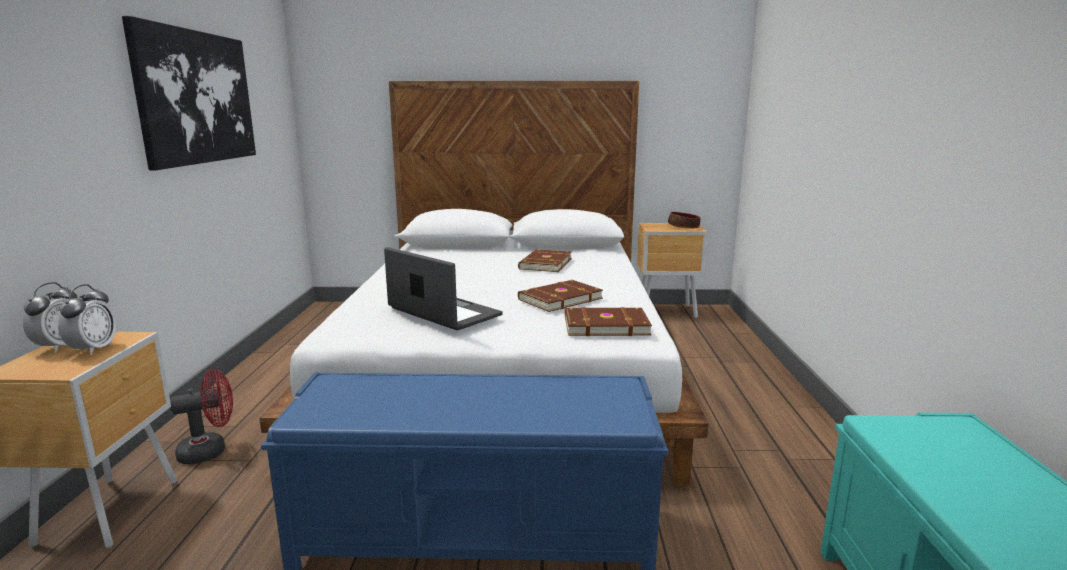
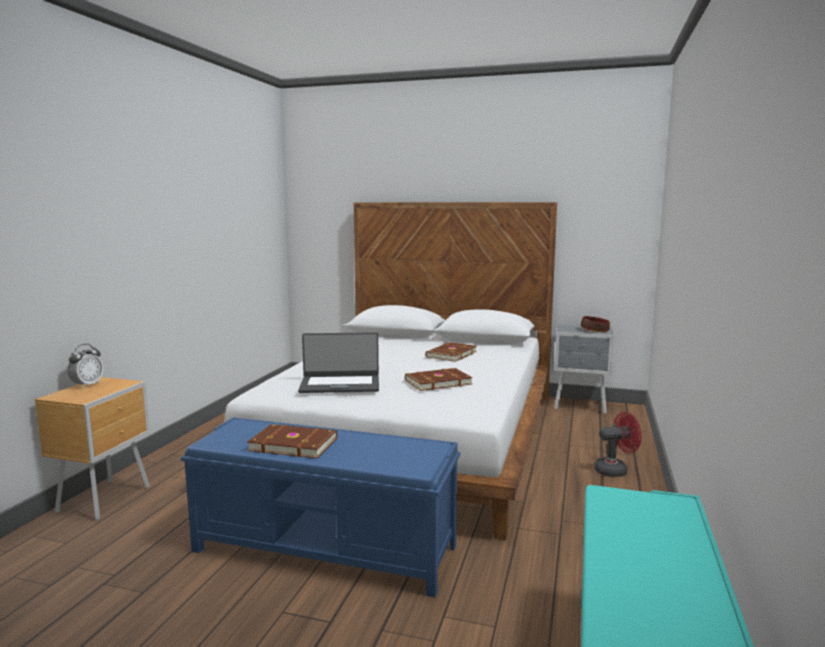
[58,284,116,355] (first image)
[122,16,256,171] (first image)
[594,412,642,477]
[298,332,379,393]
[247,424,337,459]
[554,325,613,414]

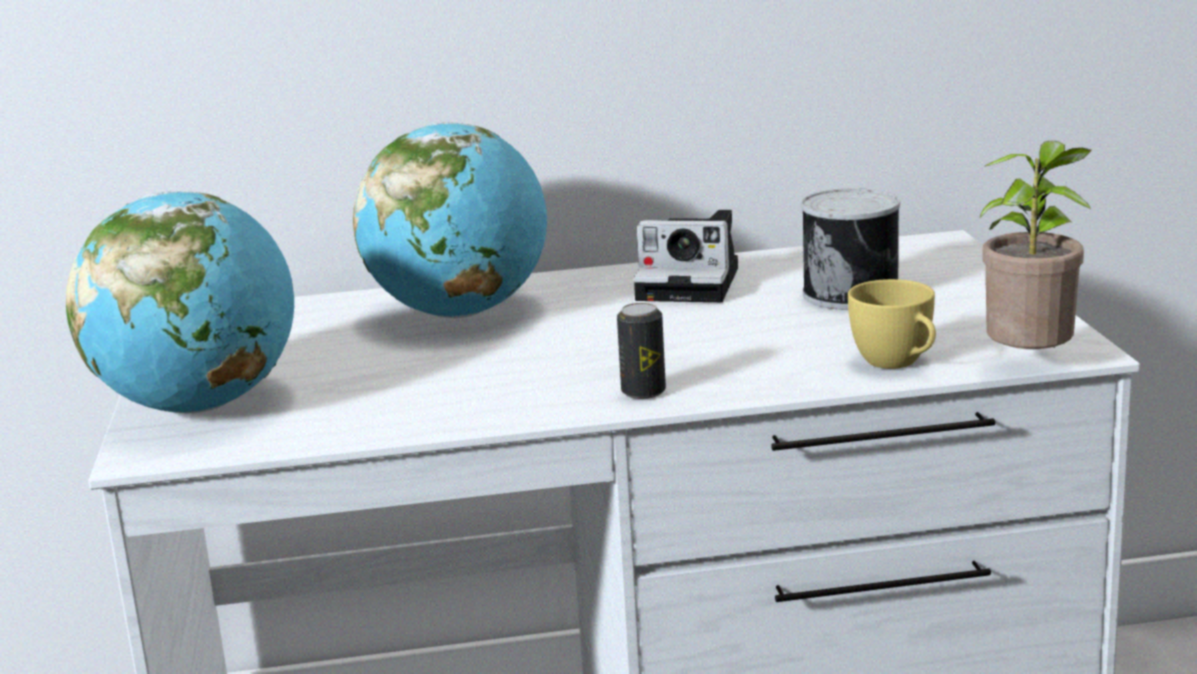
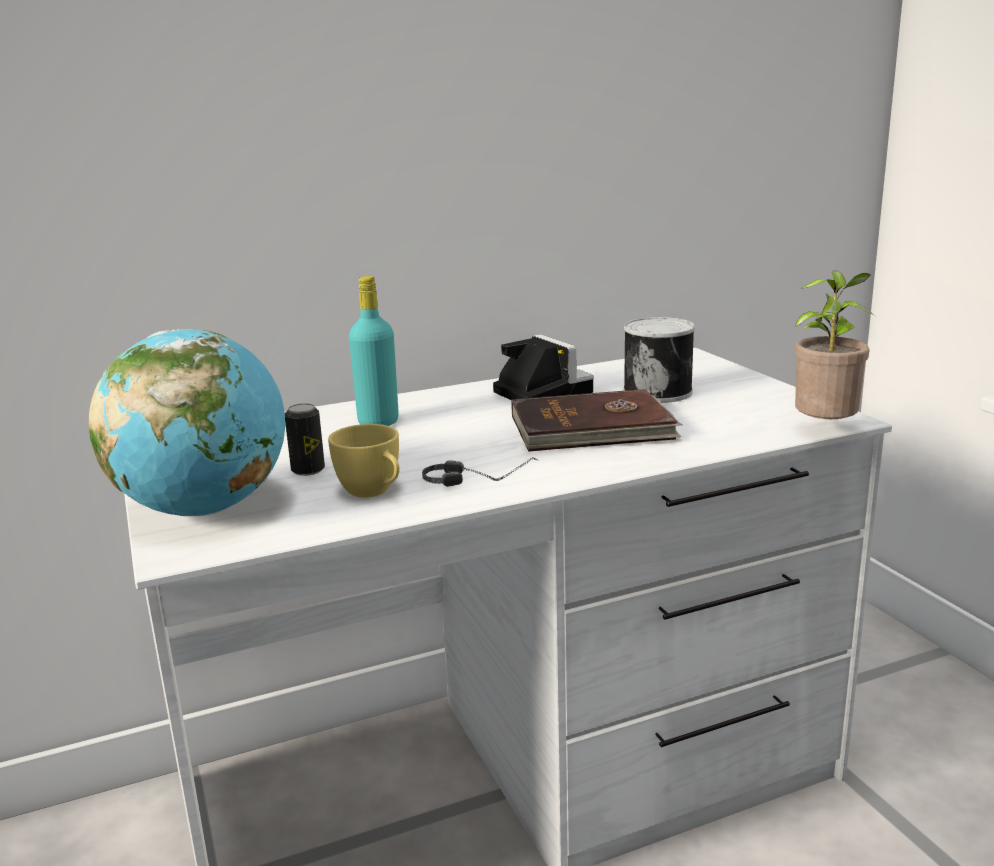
[349,276,399,426]
[285,403,325,476]
[493,334,594,400]
[328,424,400,497]
[422,457,537,487]
[511,389,682,452]

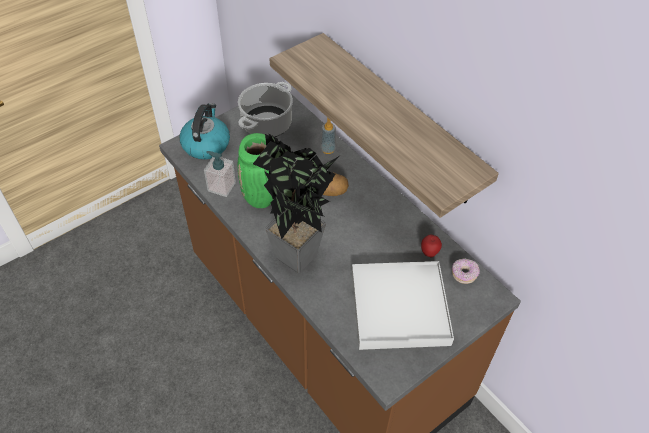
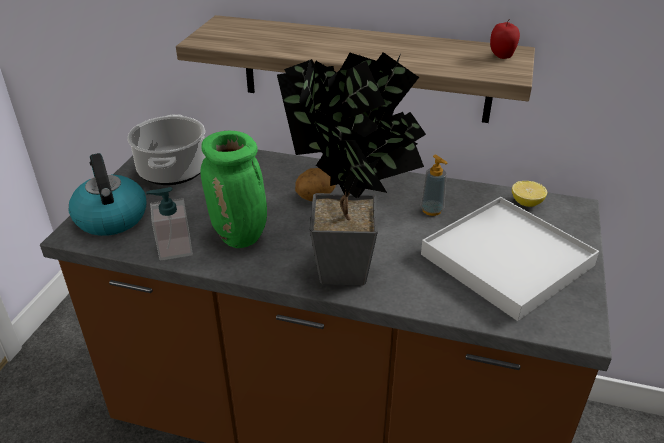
[421,155,447,216]
[490,19,520,59]
[512,181,547,207]

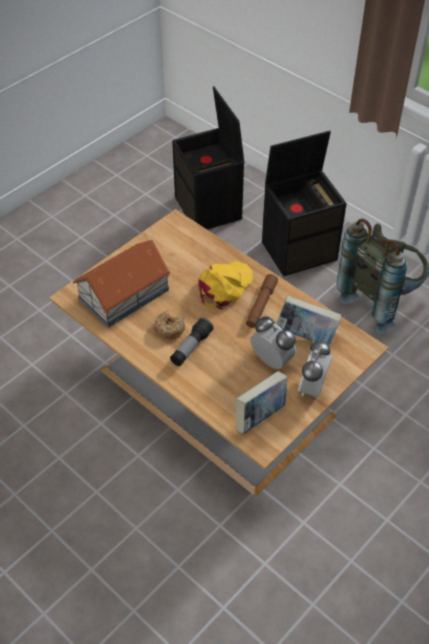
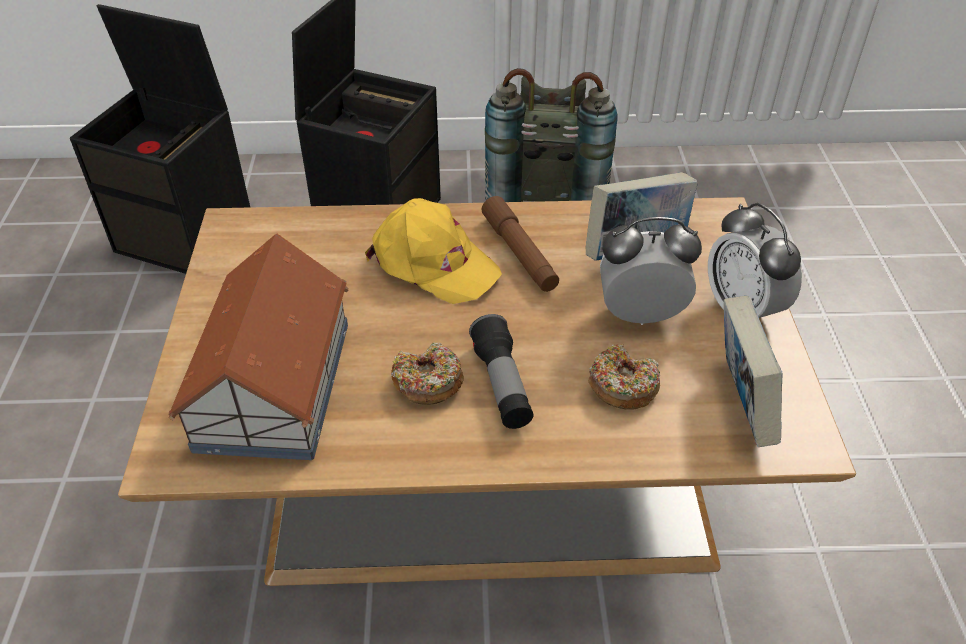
[365,198,502,304]
[588,344,660,410]

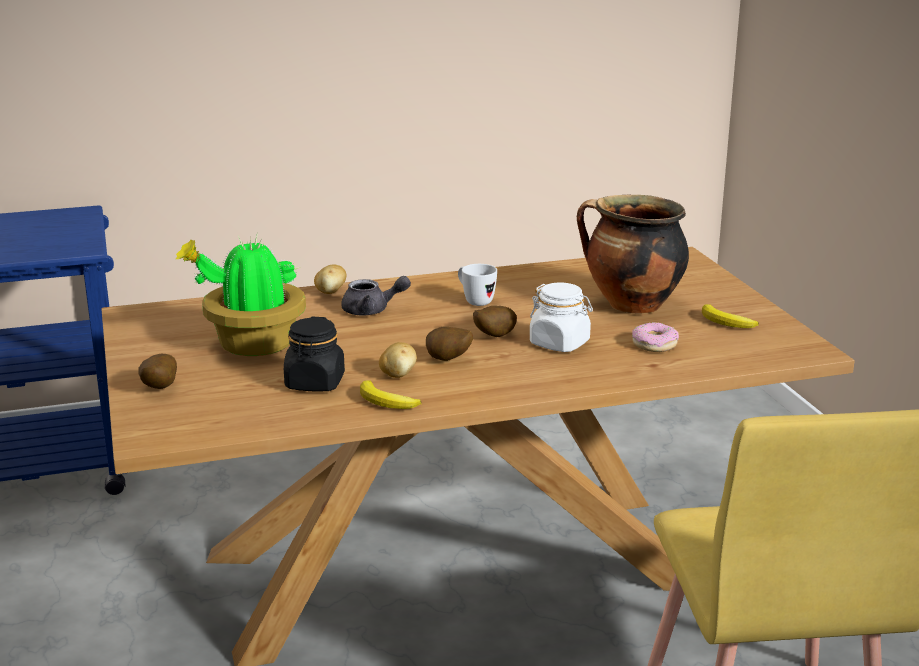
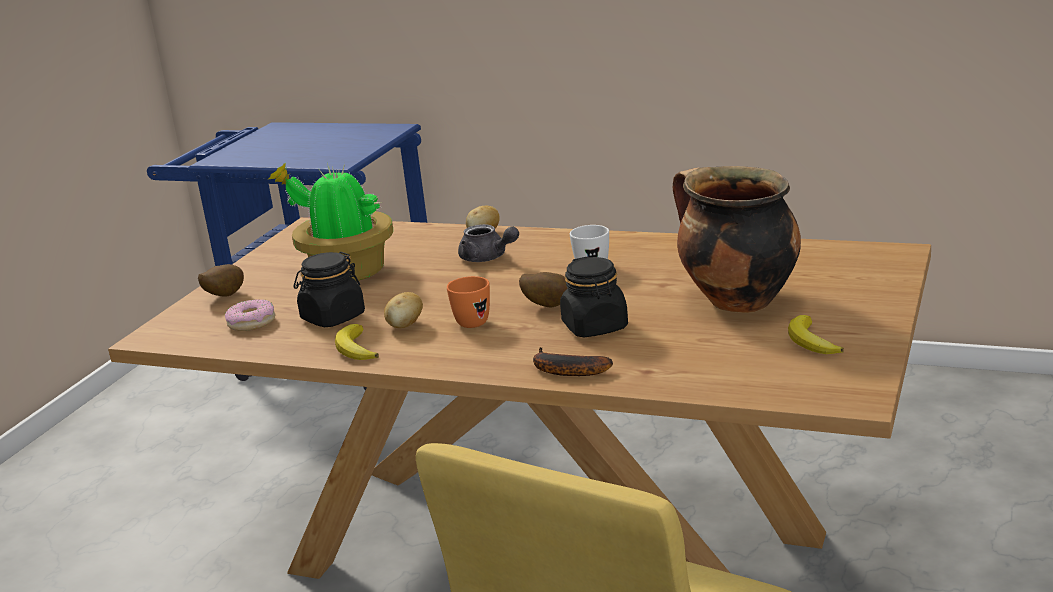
[447,276,490,328]
[560,256,628,337]
[225,299,275,331]
[533,347,613,376]

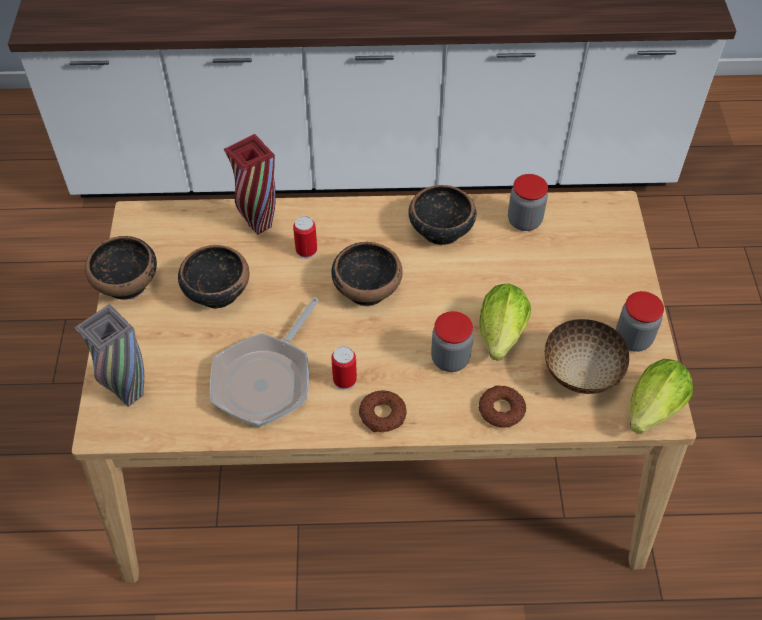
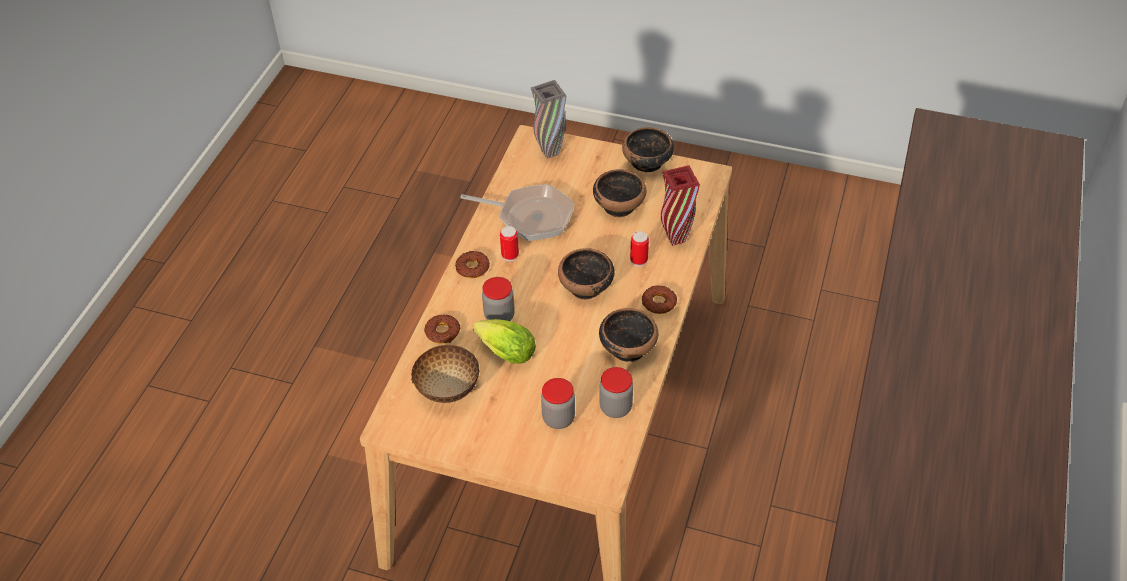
[460,184,575,241]
[541,378,575,429]
[630,359,693,434] (first image)
[642,286,677,314]

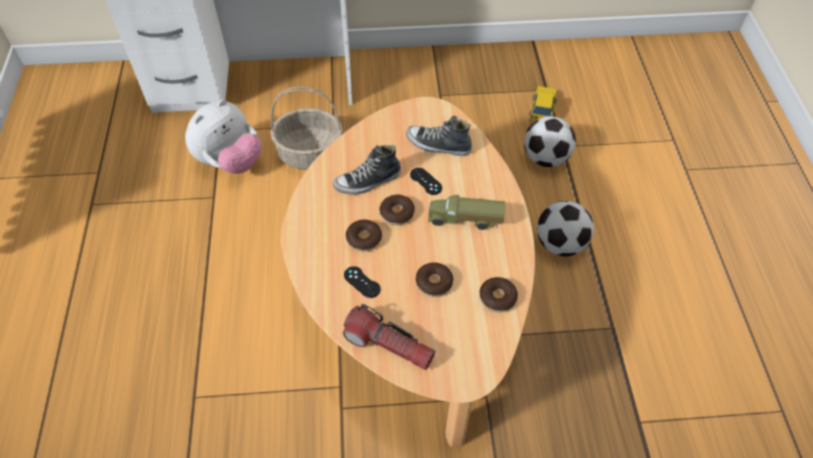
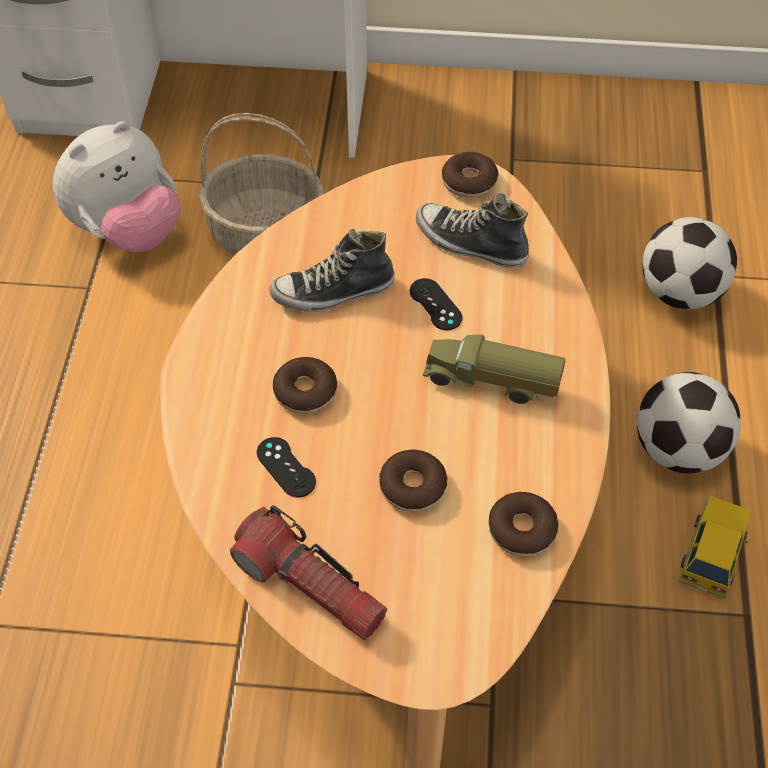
[442,152,499,198]
[678,496,751,599]

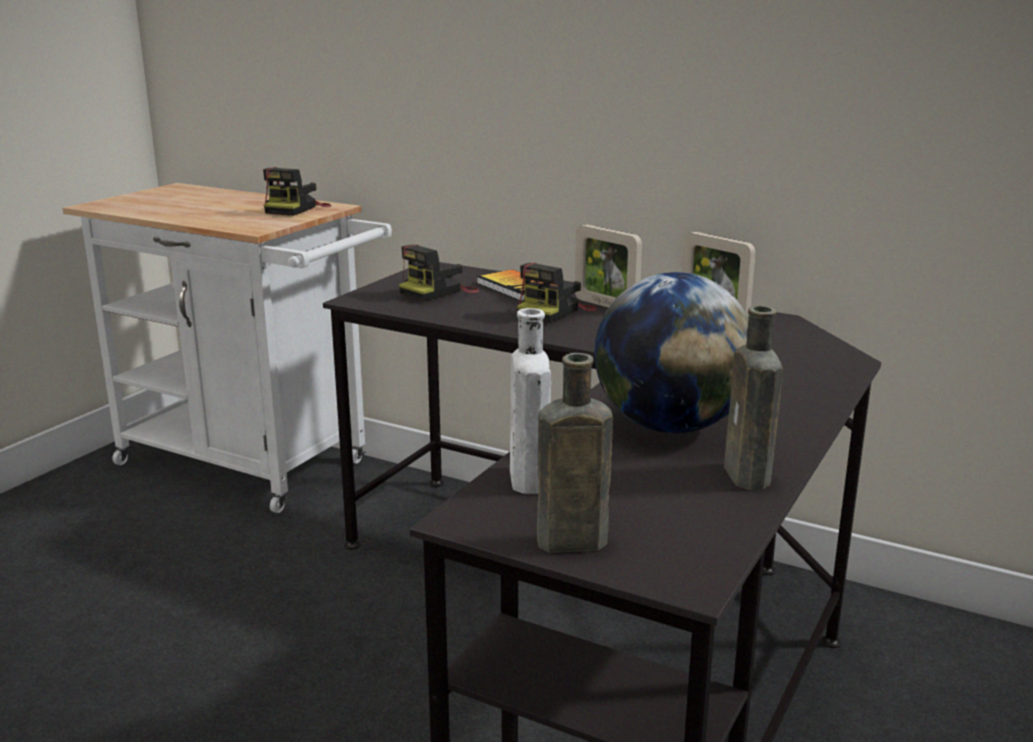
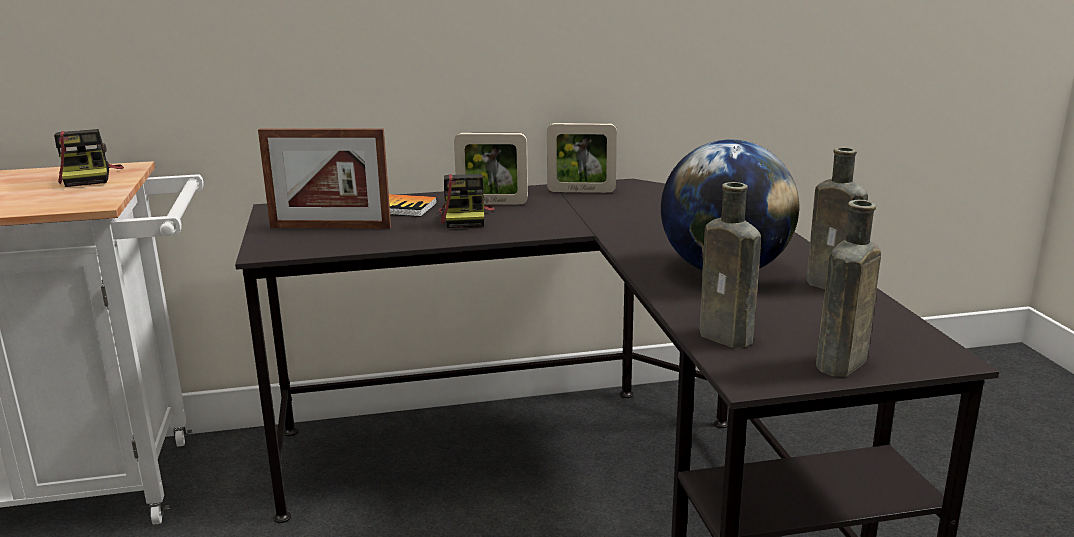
[258,128,391,229]
[699,182,761,348]

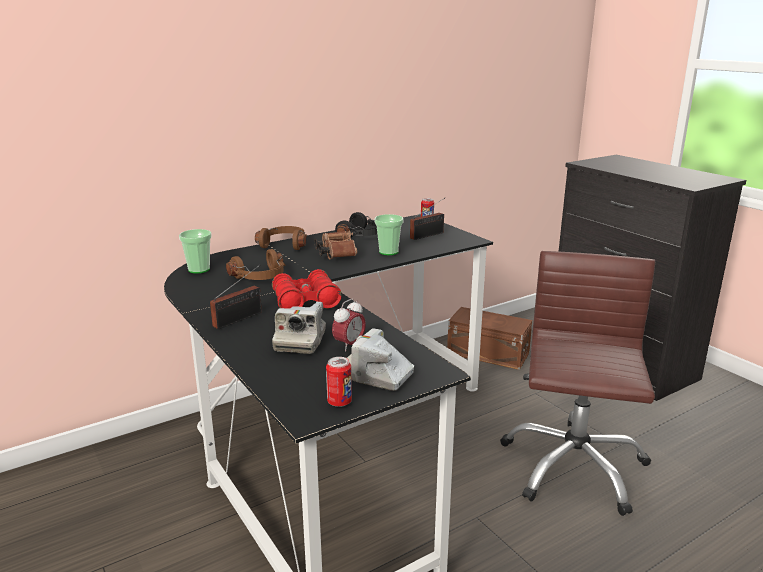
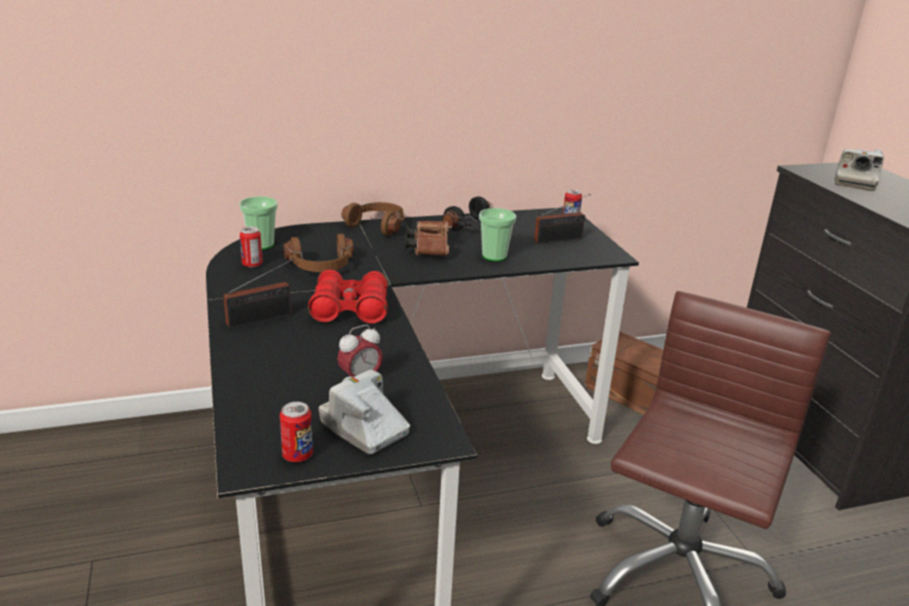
[834,149,884,191]
[240,227,263,268]

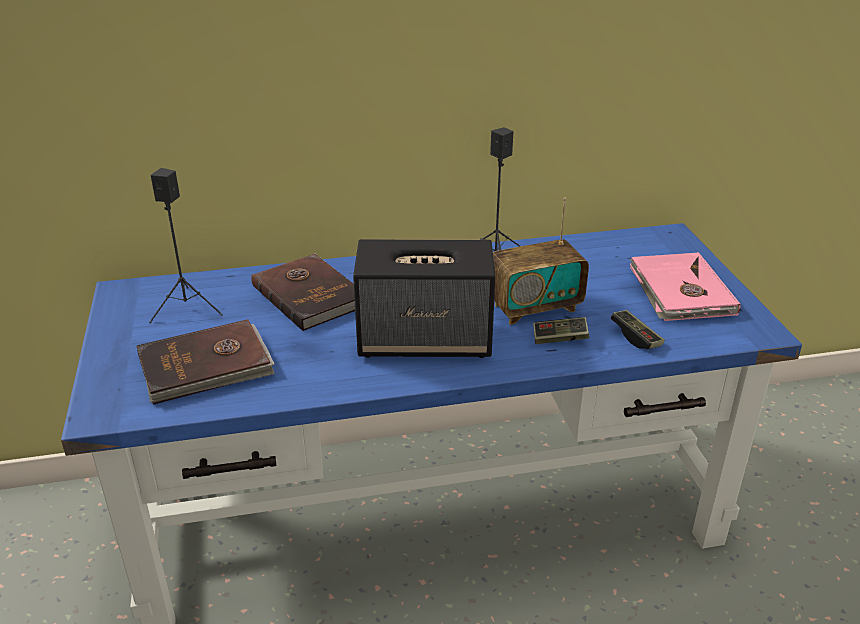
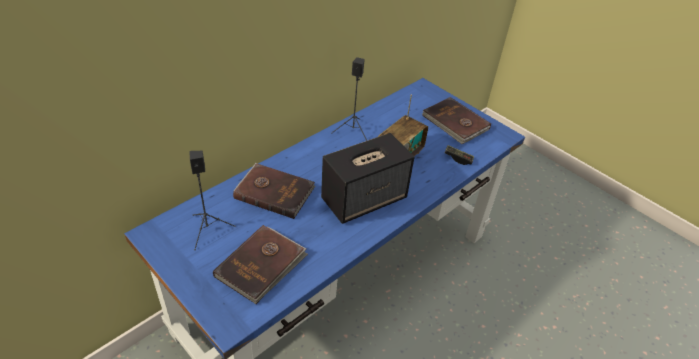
[533,317,589,344] (first image)
[422,97,491,144]

